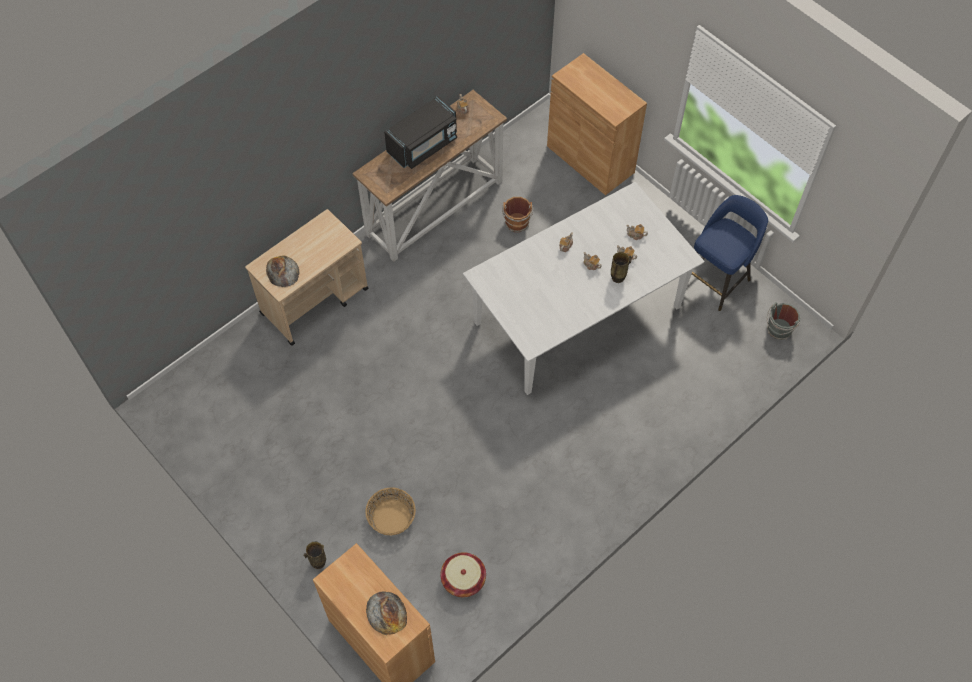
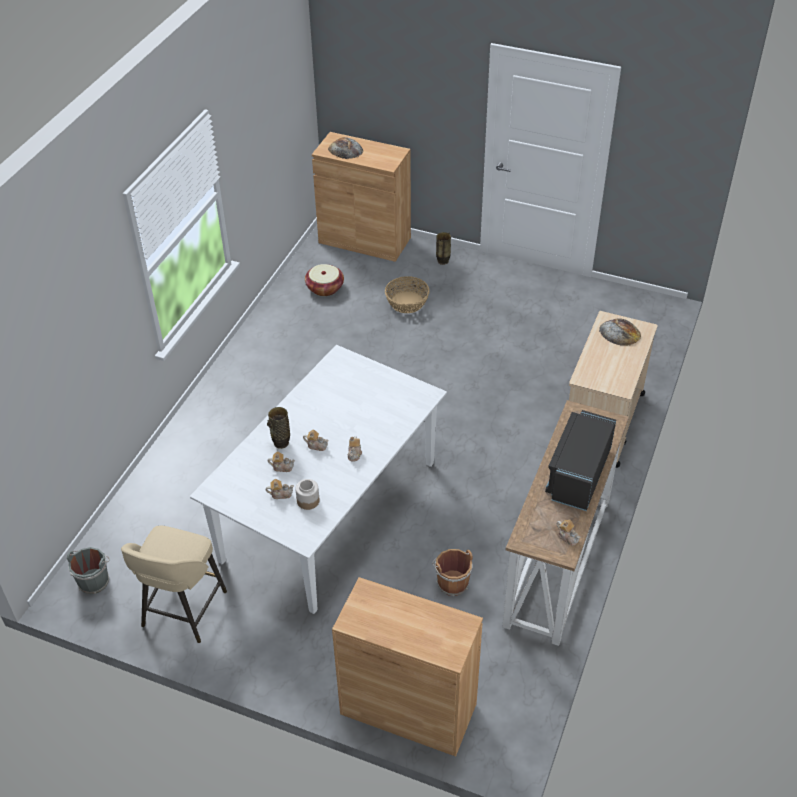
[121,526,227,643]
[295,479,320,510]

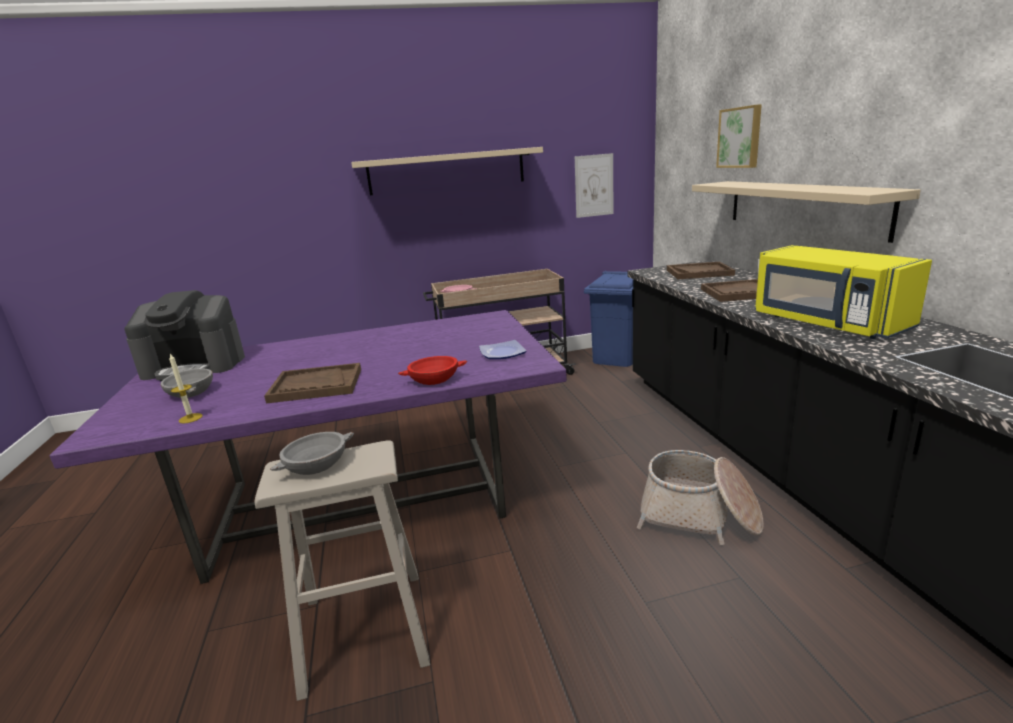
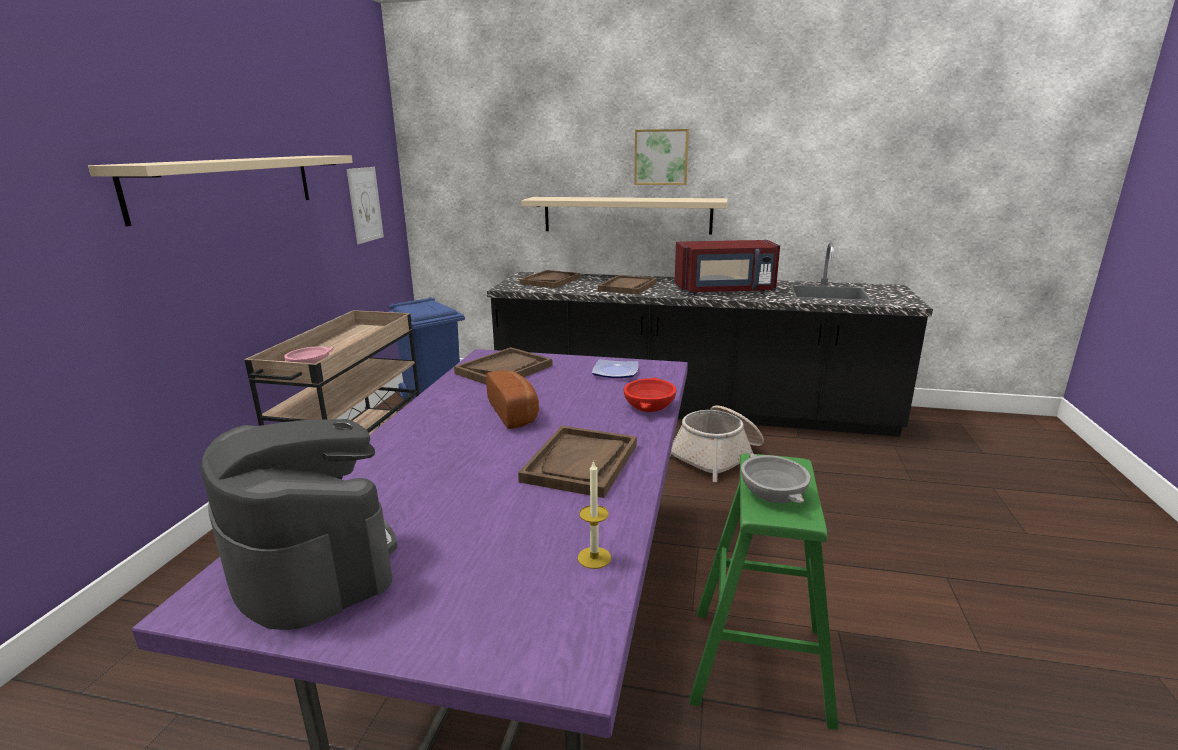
[201,419,398,630]
[160,368,213,398] (first image)
[690,453,839,730]
[634,129,689,185]
[674,240,780,295]
[454,347,553,384]
[486,370,539,429]

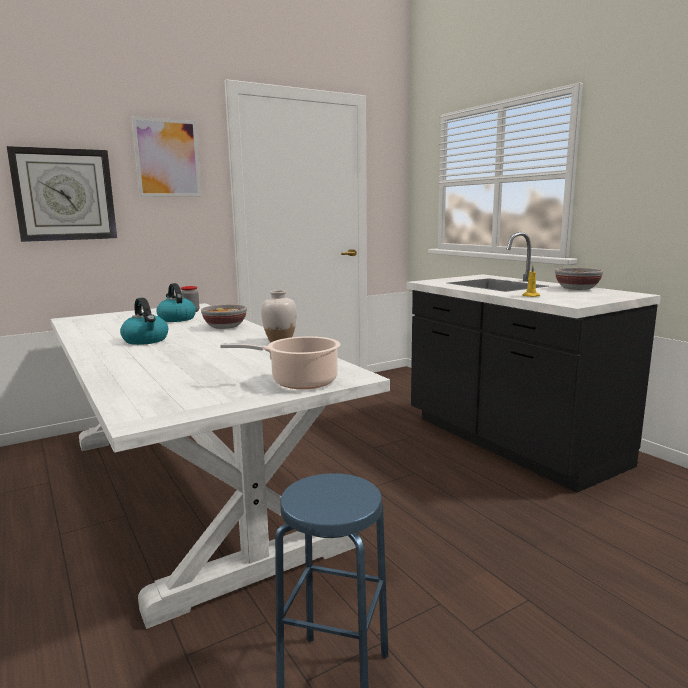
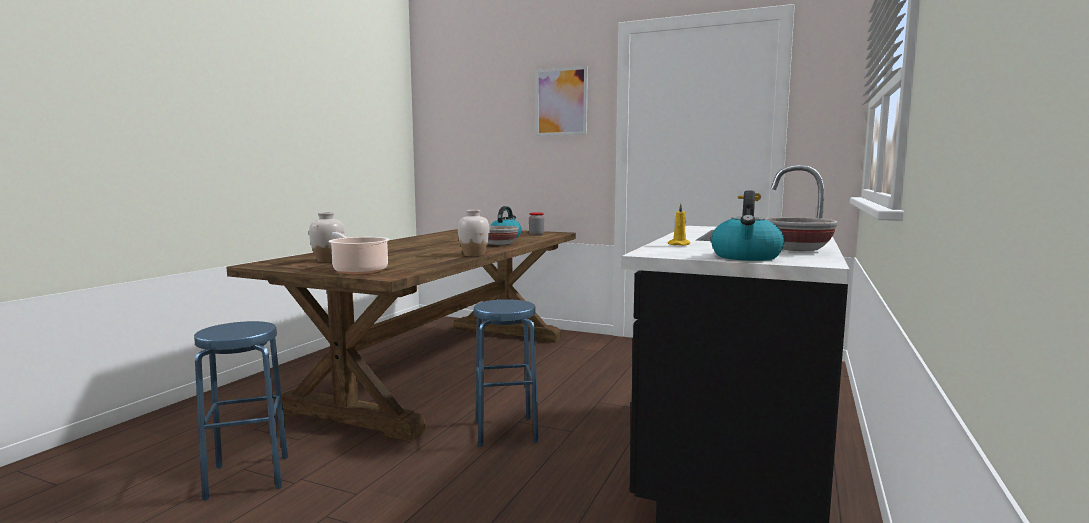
[7,146,117,242] (first image)
[226,229,576,442]
[711,191,785,261]
[309,212,345,262]
[474,299,539,447]

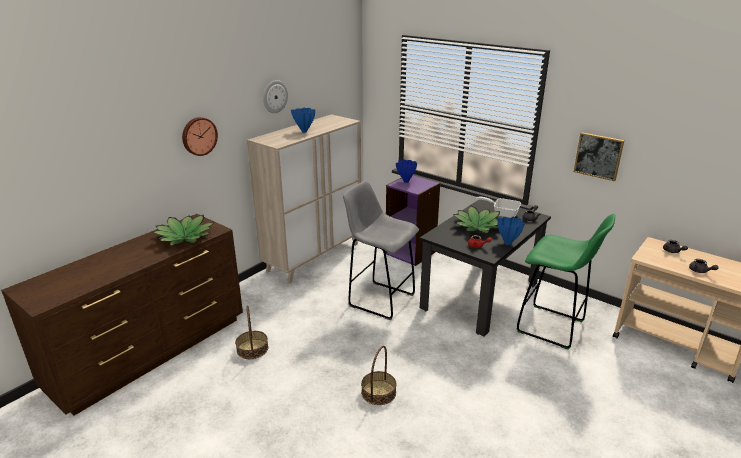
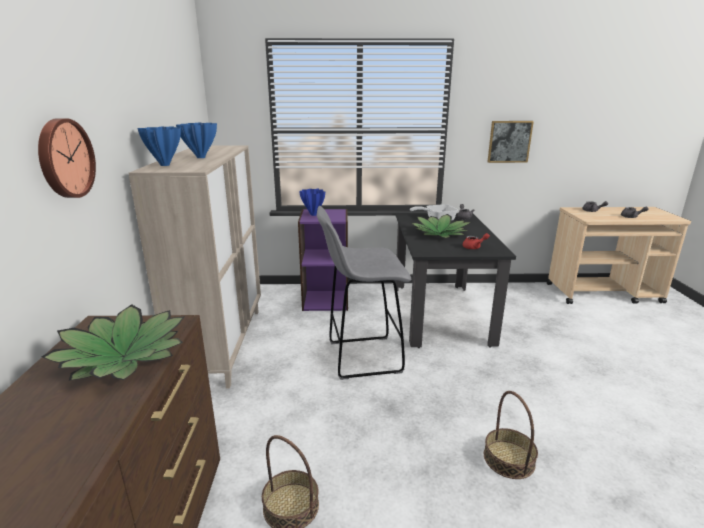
[263,80,288,113] (first image)
[137,126,181,166]
[517,214,615,350] (first image)

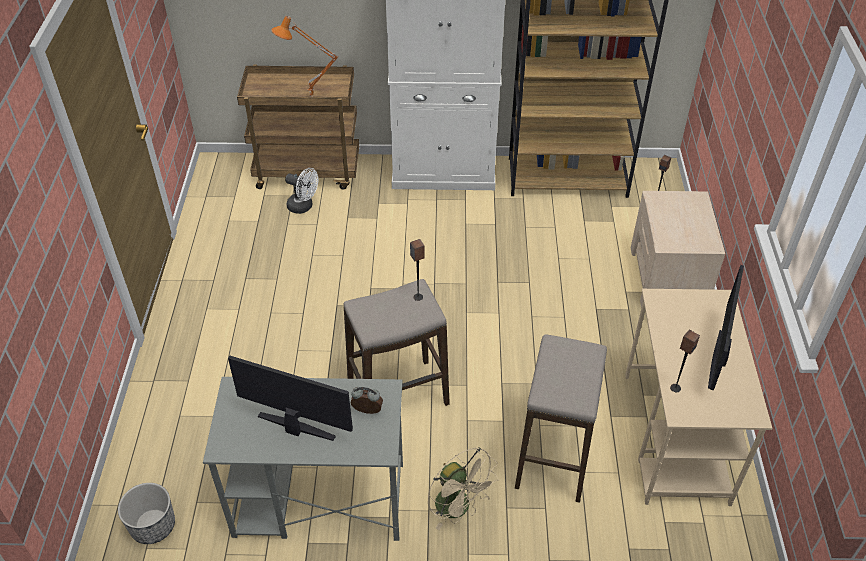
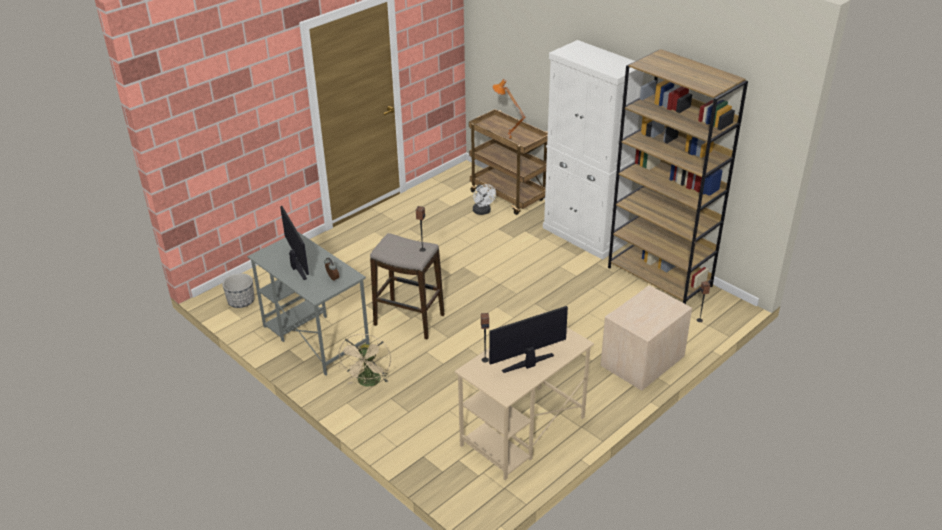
[515,334,607,503] (first image)

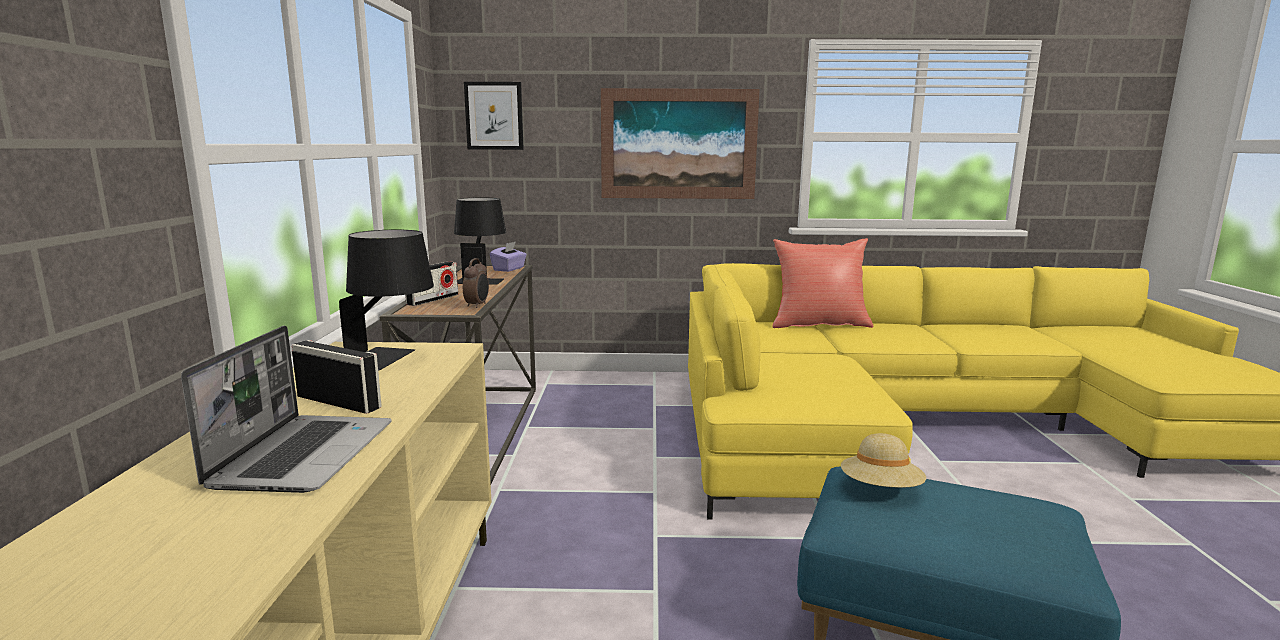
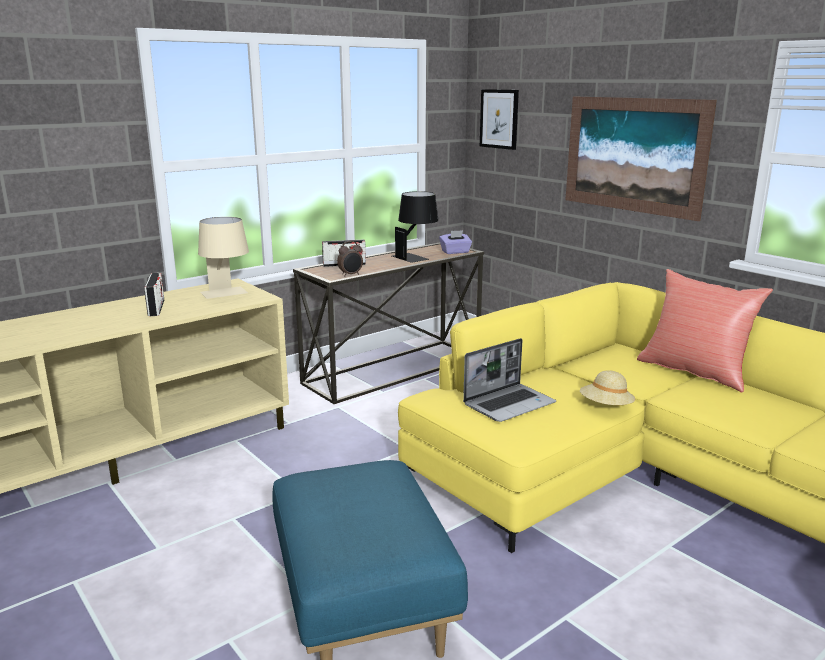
[463,338,556,422]
[198,217,249,299]
[580,370,635,405]

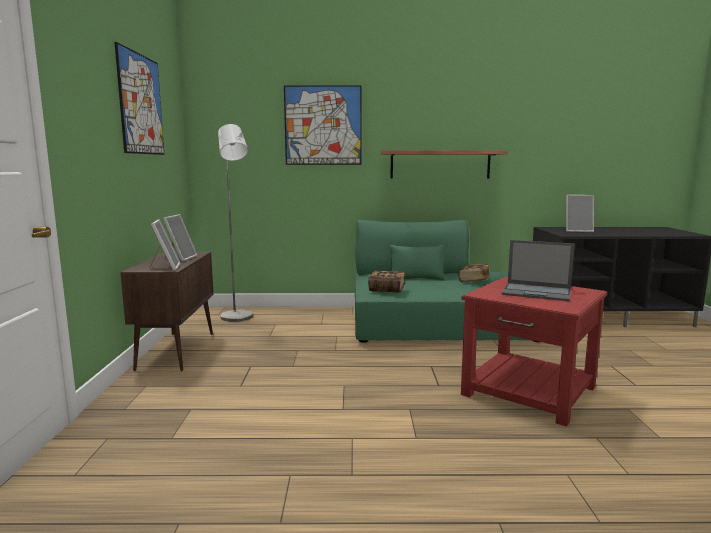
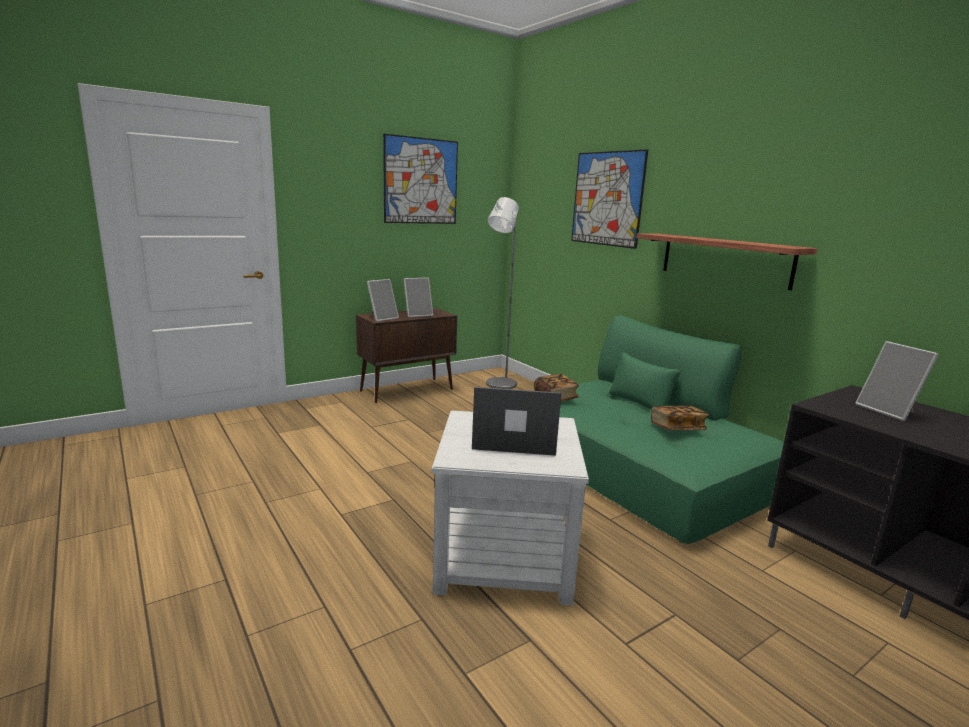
[431,411,589,606]
[472,387,561,456]

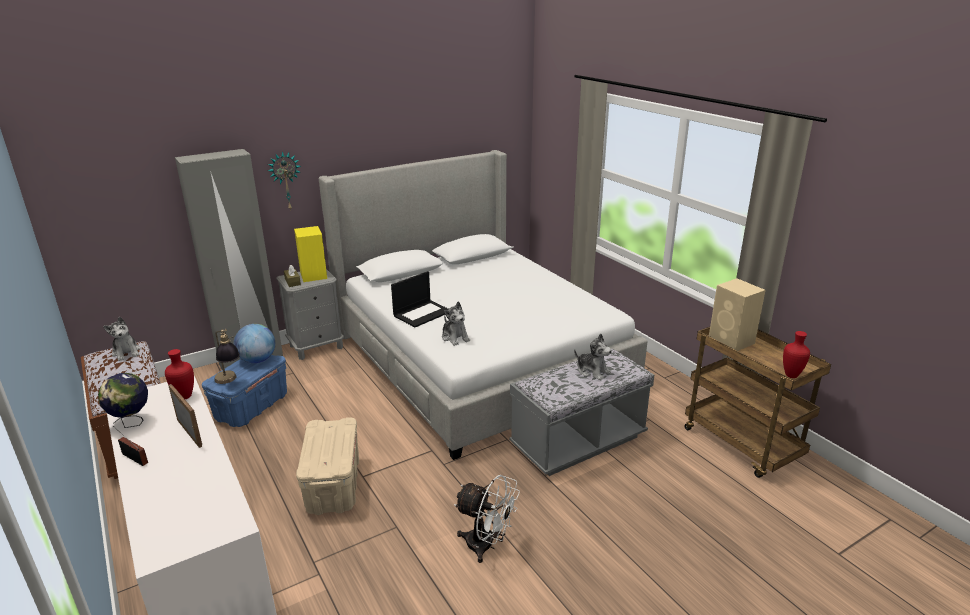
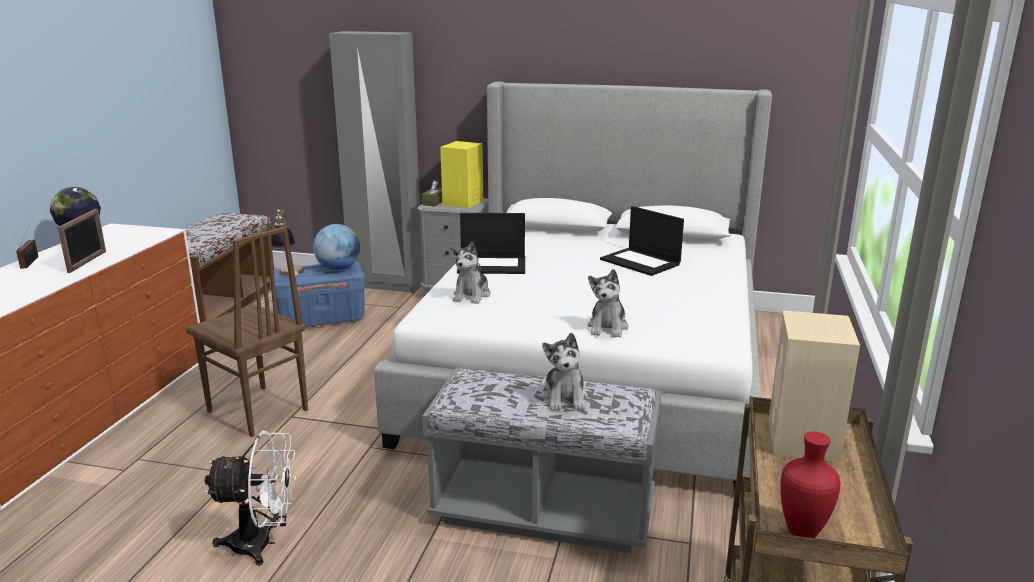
[588,269,629,338]
[165,349,194,399] (first image)
[268,151,301,211] (first image)
[186,226,308,437]
[204,431,296,566]
[600,206,684,276]

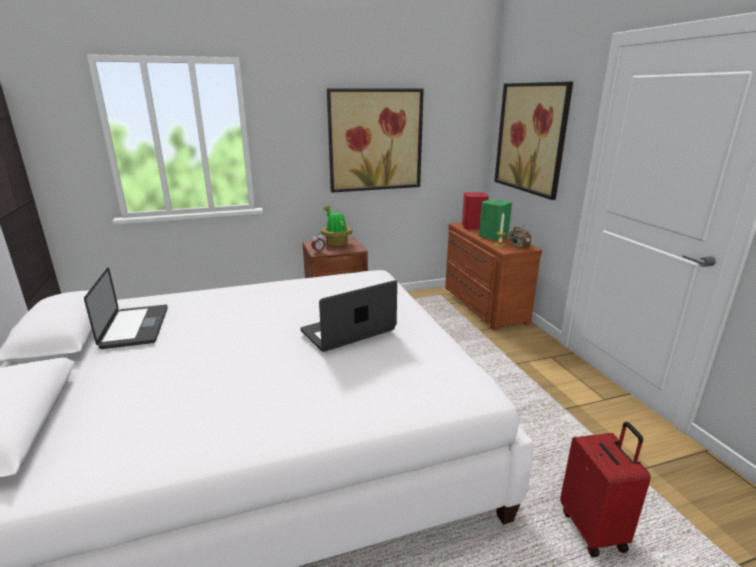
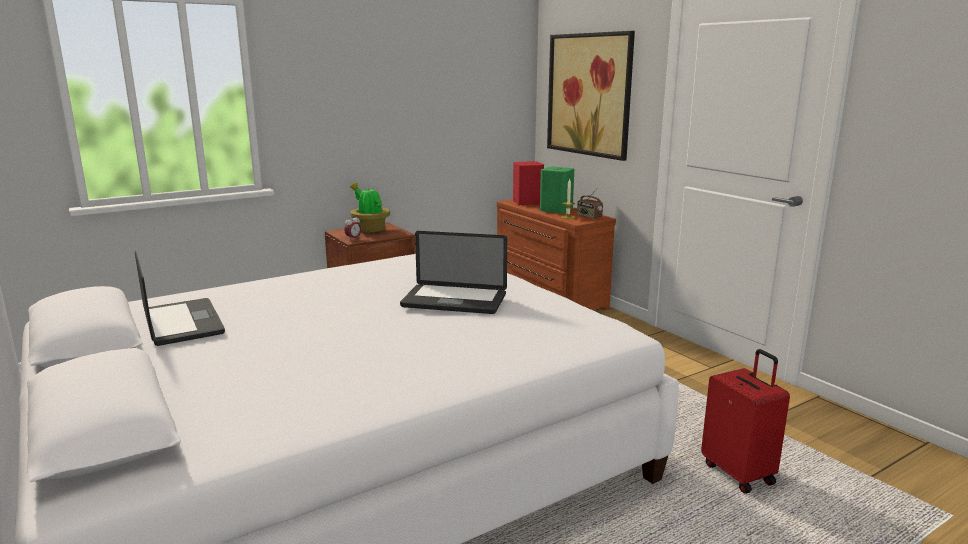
[400,231,507,314]
[327,88,424,193] (first image)

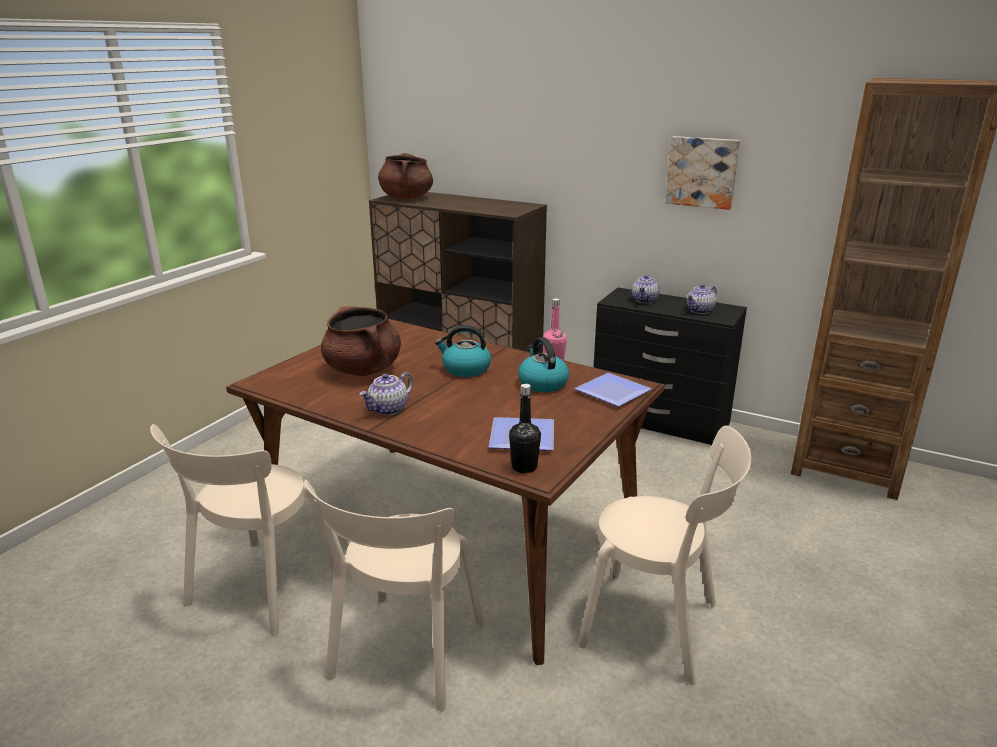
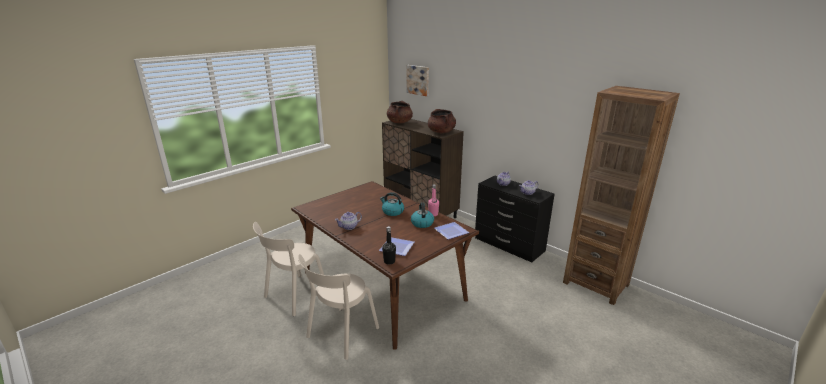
[428,109,456,134]
[578,426,752,685] (first image)
[406,65,429,96]

